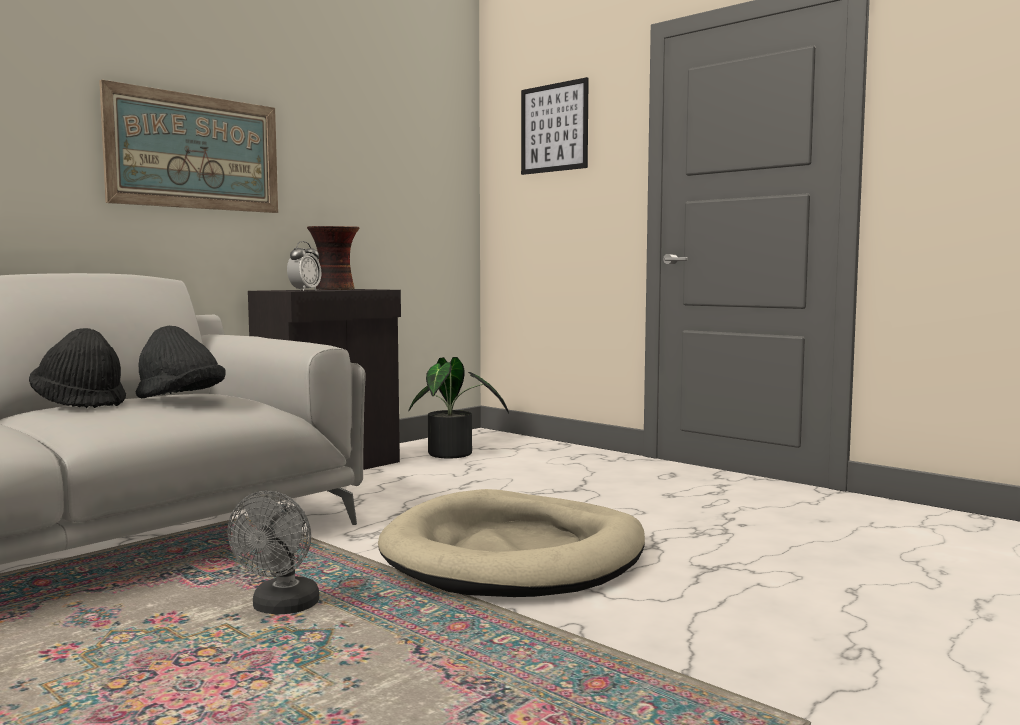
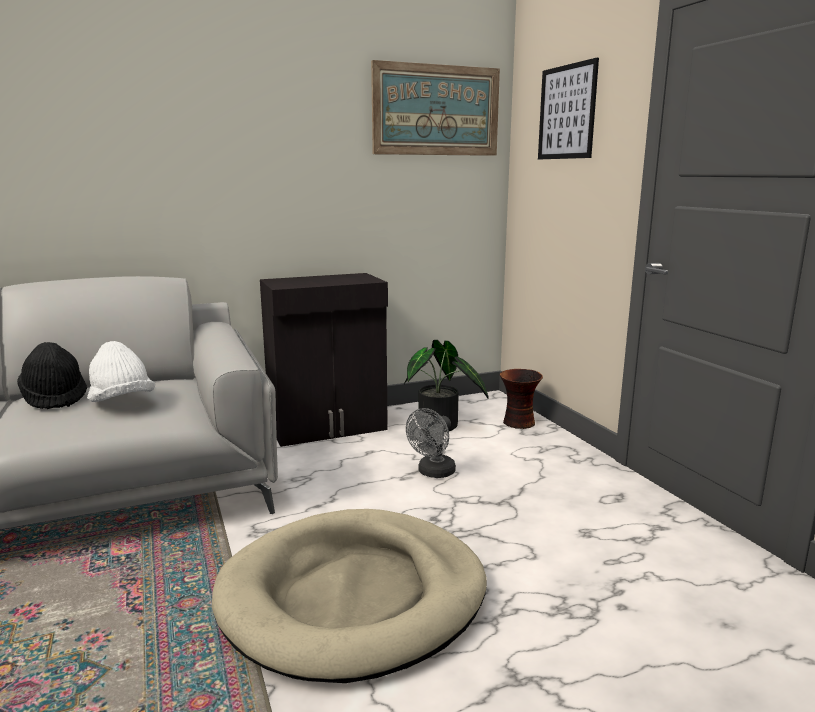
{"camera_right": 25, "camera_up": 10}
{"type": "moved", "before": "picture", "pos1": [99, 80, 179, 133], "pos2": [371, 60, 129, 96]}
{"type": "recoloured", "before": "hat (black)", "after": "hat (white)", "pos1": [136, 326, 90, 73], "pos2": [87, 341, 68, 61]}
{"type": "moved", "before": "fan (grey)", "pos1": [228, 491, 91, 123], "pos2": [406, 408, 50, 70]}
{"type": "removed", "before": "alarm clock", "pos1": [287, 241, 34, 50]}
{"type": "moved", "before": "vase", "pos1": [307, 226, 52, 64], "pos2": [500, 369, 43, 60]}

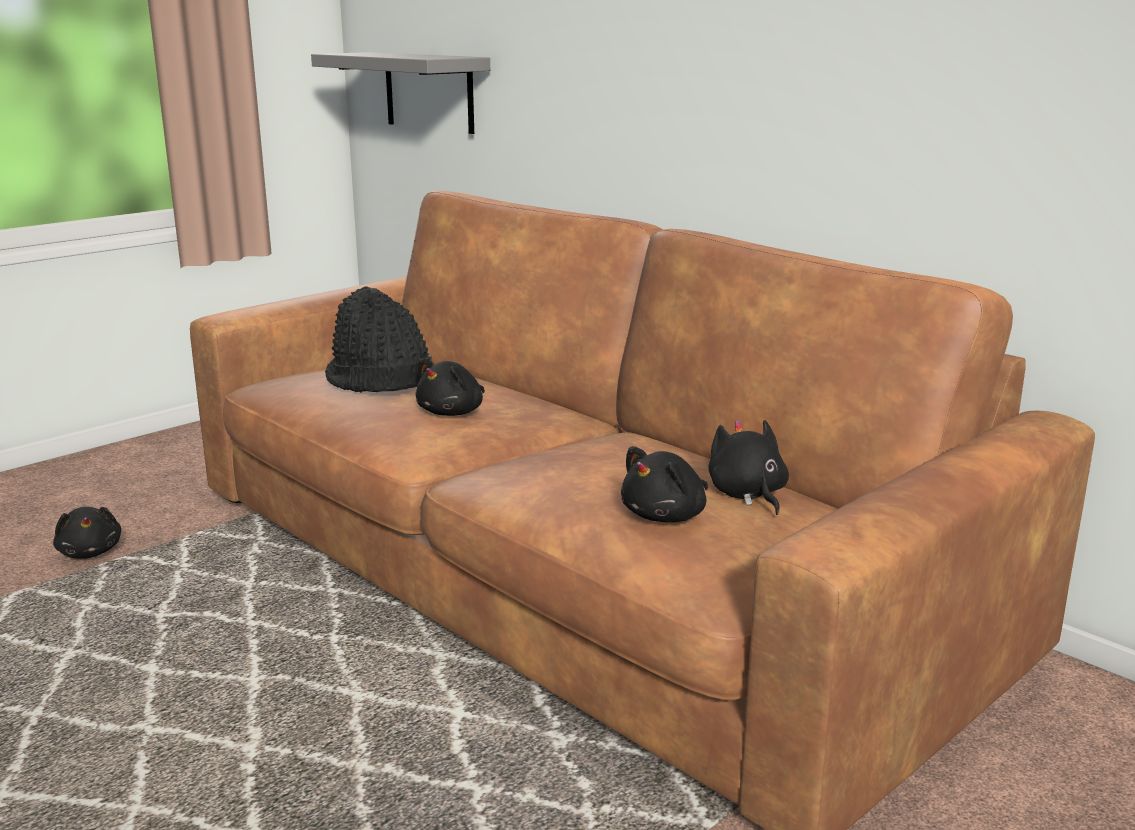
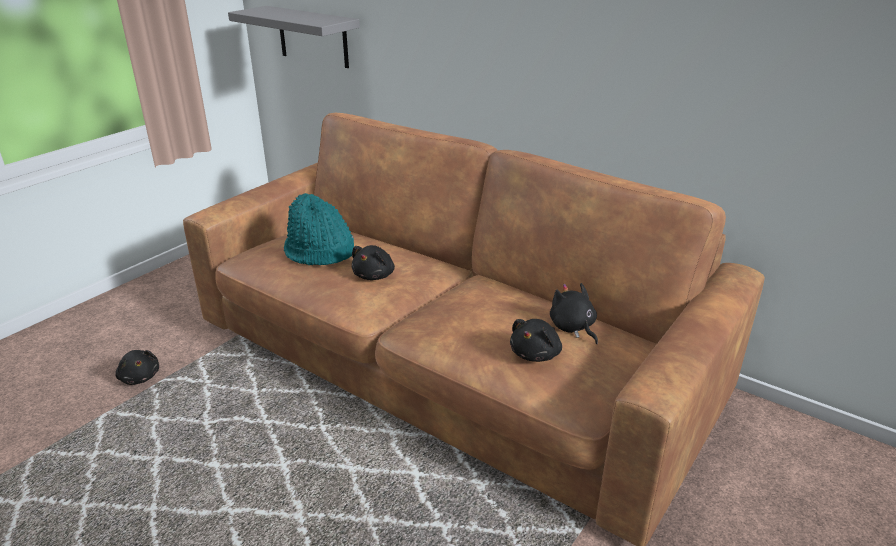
{"camera_right": -10, "camera_up": 10}
{"type": "recoloured", "before": "hat (black)", "after": "hat (turquoise)", "pos1": [325, 286, 106, 106], "pos2": [284, 193, 70, 72]}

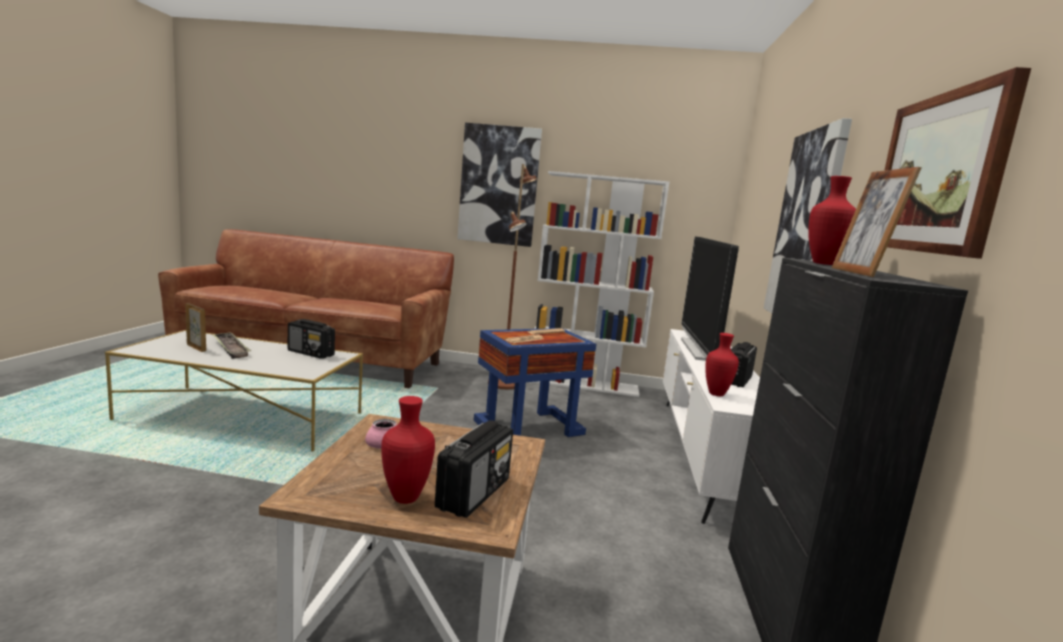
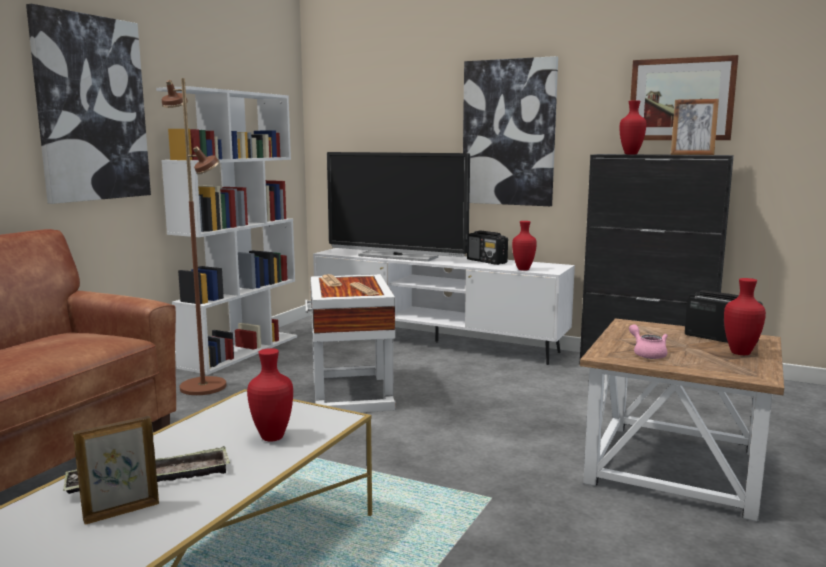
{"camera_right": -70, "camera_up": 0}
{"type": "removed", "before": "radio", "pos1": [288, 319, 47, 40]}
{"type": "recoloured", "before": "side table (blue)", "after": "side table (white)", "pos1": [474, 328, 122, 109], "pos2": [305, 274, 91, 139]}
{"type": "added", "after": "vase (red)", "pos2": [247, 348, 46, 94]}

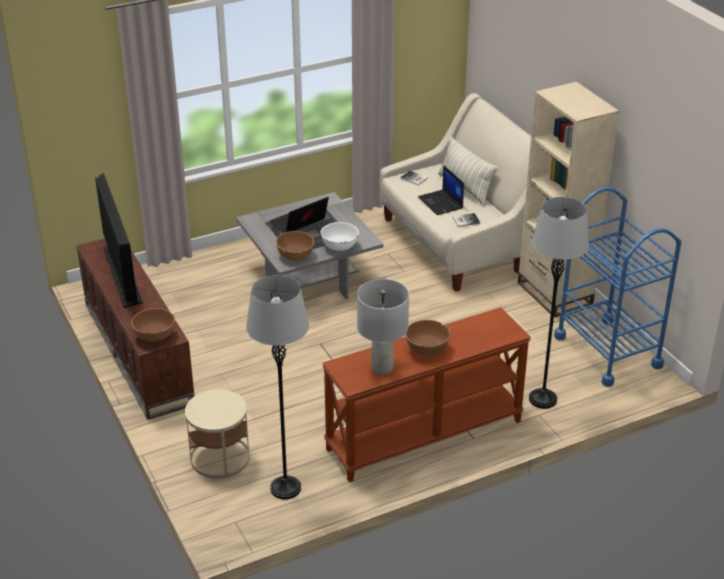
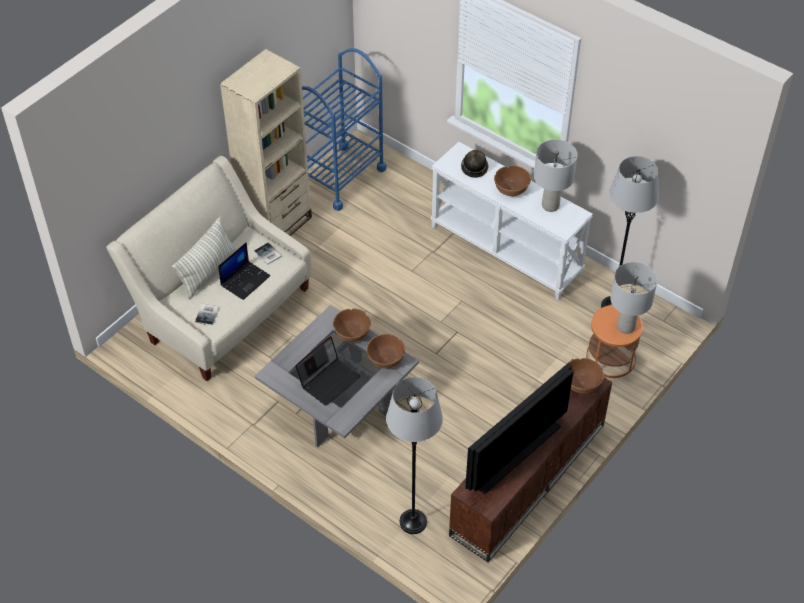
{"camera_right": -115, "camera_up": 15}
{"type": "recoloured", "before": "side table (beige)", "after": "side table (orange)", "pos1": [185, 389, 65, 90], "pos2": [586, 305, 57, 73]}
{"type": "turned", "before": "laptop", "pos1": [270, 197, 59, 36], "pos2": [295, 336, 65, 70], "turn": -75}
{"type": "recoloured", "before": "bowl (white)", "after": "bowl (brown)", "pos1": [320, 222, 39, 29], "pos2": [333, 308, 38, 34]}
{"type": "recoloured", "before": "console table (brown)", "after": "console table (white)", "pos1": [322, 307, 209, 175], "pos2": [430, 142, 163, 158]}
{"type": "moved", "before": "floor lamp (grey)", "pos1": [529, 197, 60, 212], "pos2": [386, 377, 57, 157]}
{"type": "added", "after": "hat", "pos2": [461, 150, 28, 28]}
{"type": "added", "after": "table lamp (grey)", "pos2": [610, 262, 47, 72]}

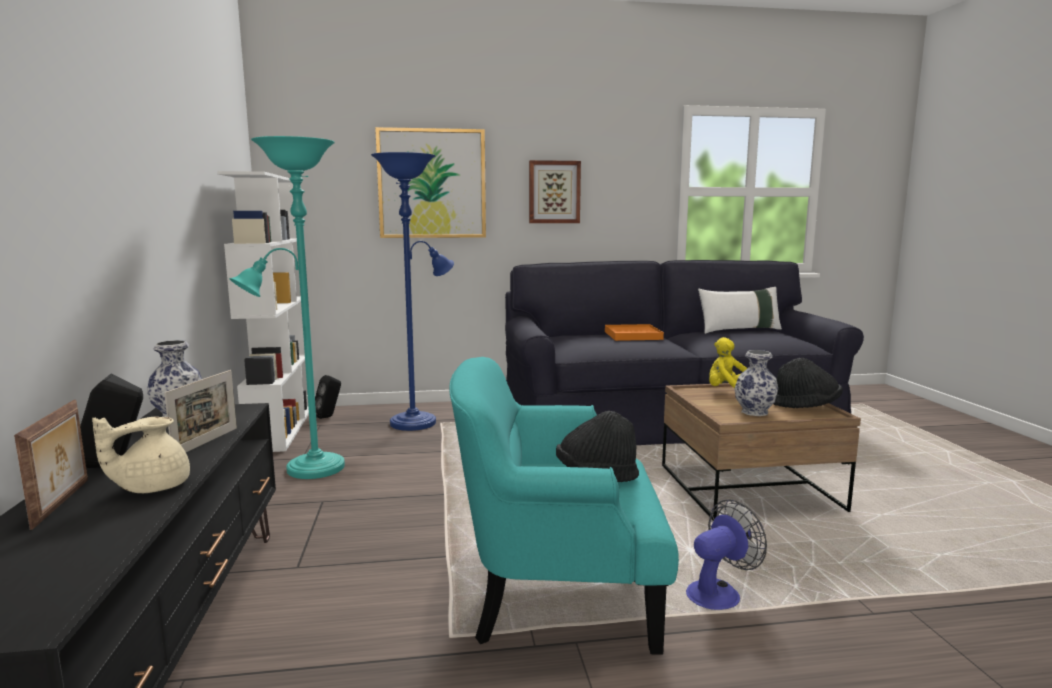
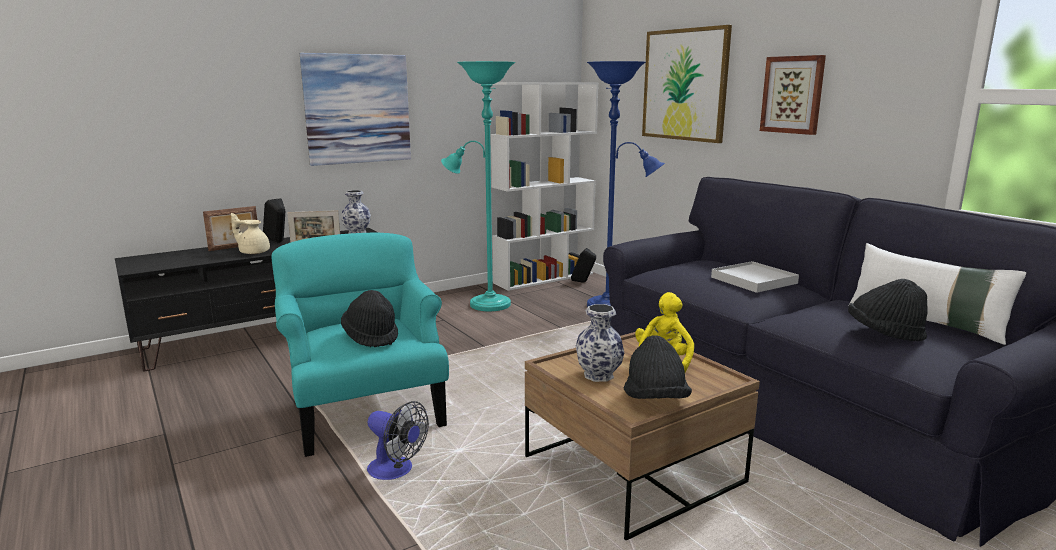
{"camera_right": 65, "camera_up": 5}
{"type": "recoloured", "before": "tray (orange)", "after": "tray (white)", "pos1": [605, 324, 59, 17], "pos2": [711, 261, 88, 32]}
{"type": "added", "after": "picture", "pos2": [300, 53, 111, 113]}
{"type": "added", "after": "hat (black)", "pos2": [848, 279, 80, 62]}

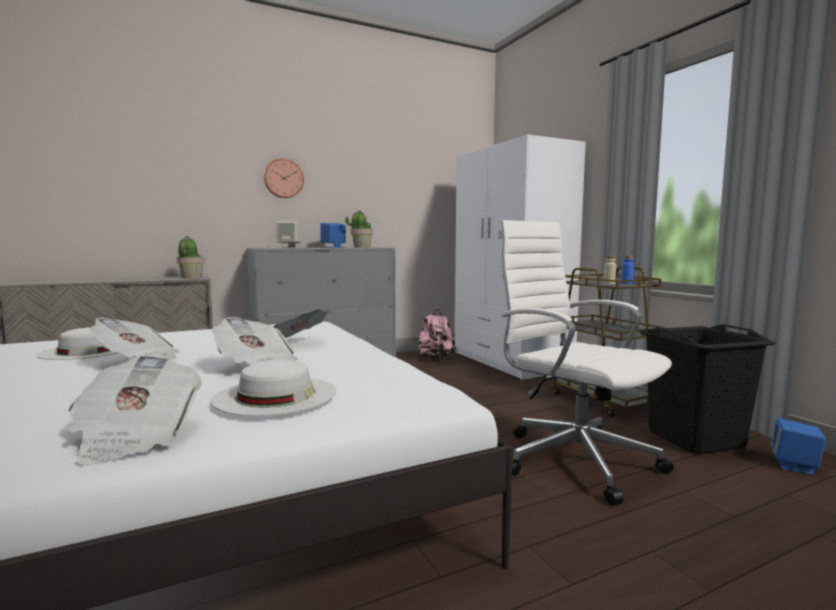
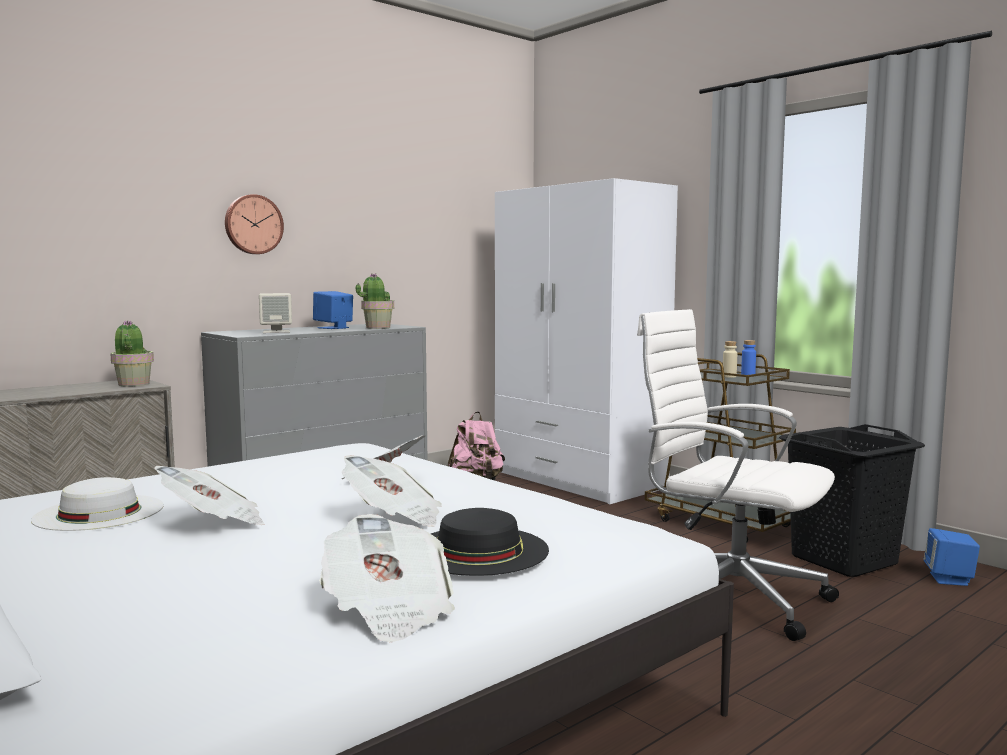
{"camera_right": -15, "camera_up": 0}
{"type": "recoloured", "before": "hat (white)", "after": "hat (black)", "pos1": [211, 360, 125, 56], "pos2": [431, 508, 118, 68]}

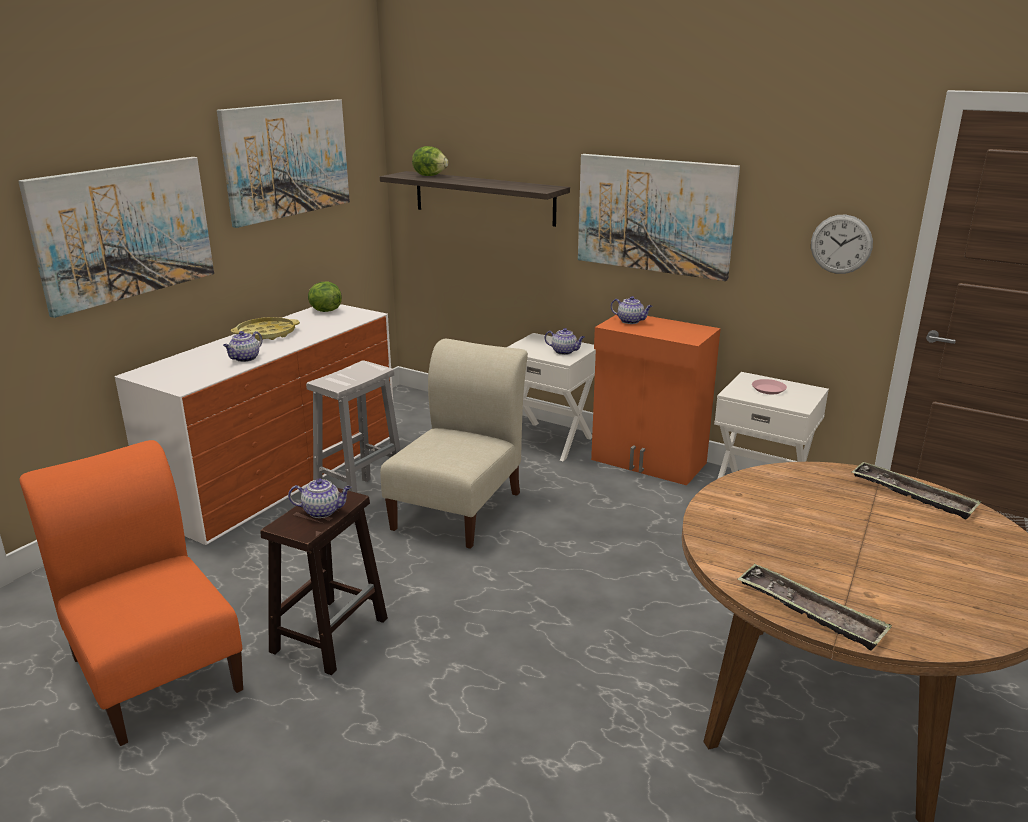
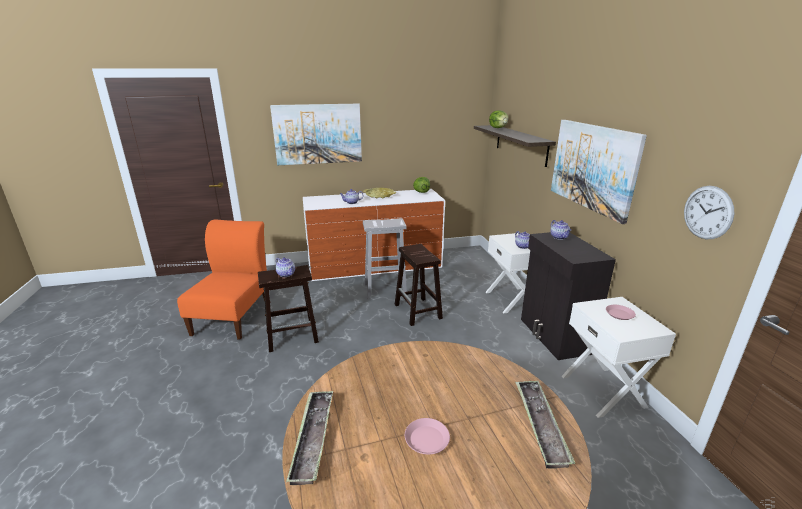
{"camera_right": 45, "camera_up": 0}
{"type": "removed", "before": "picture", "pos1": [217, 99, 133, 129]}
{"type": "replaced", "before": "chair (beige)", "after": "stool (brown)", "pos1": [380, 339, 148, 210], "pos2": [395, 244, 48, 82]}
{"type": "recoloured", "before": "cabinet (orange)", "after": "cabinet (black)", "pos1": [591, 315, 130, 170], "pos2": [521, 232, 95, 128]}
{"type": "added", "after": "plate (pink)", "pos2": [405, 418, 45, 36]}

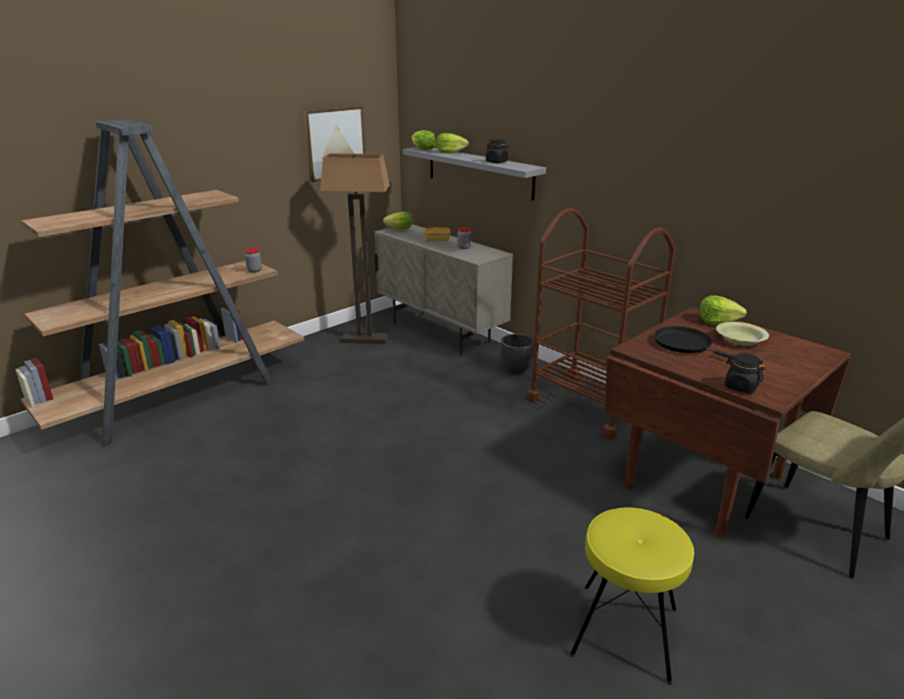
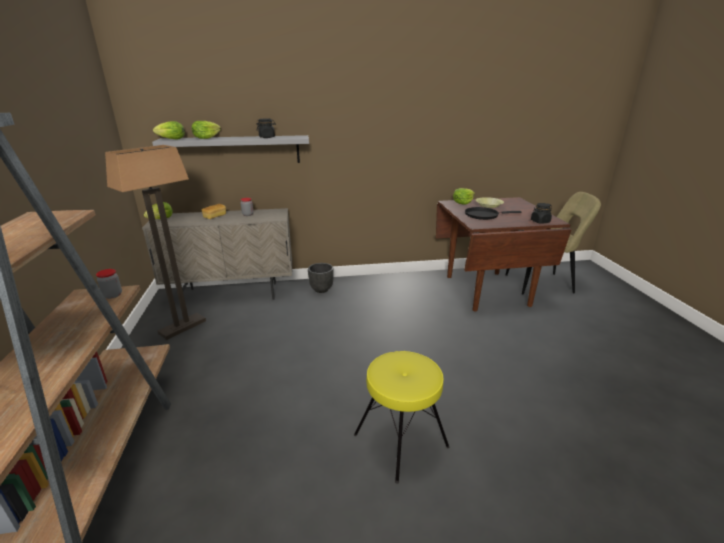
{"camera_right": -55, "camera_up": 0}
{"type": "removed", "before": "picture", "pos1": [303, 106, 62, 76]}
{"type": "removed", "before": "cart (brown)", "pos1": [527, 208, 149, 232]}
{"type": "moved", "before": "stool (yellow)", "pos1": [570, 507, 124, 178], "pos2": [354, 351, 96, 133]}

